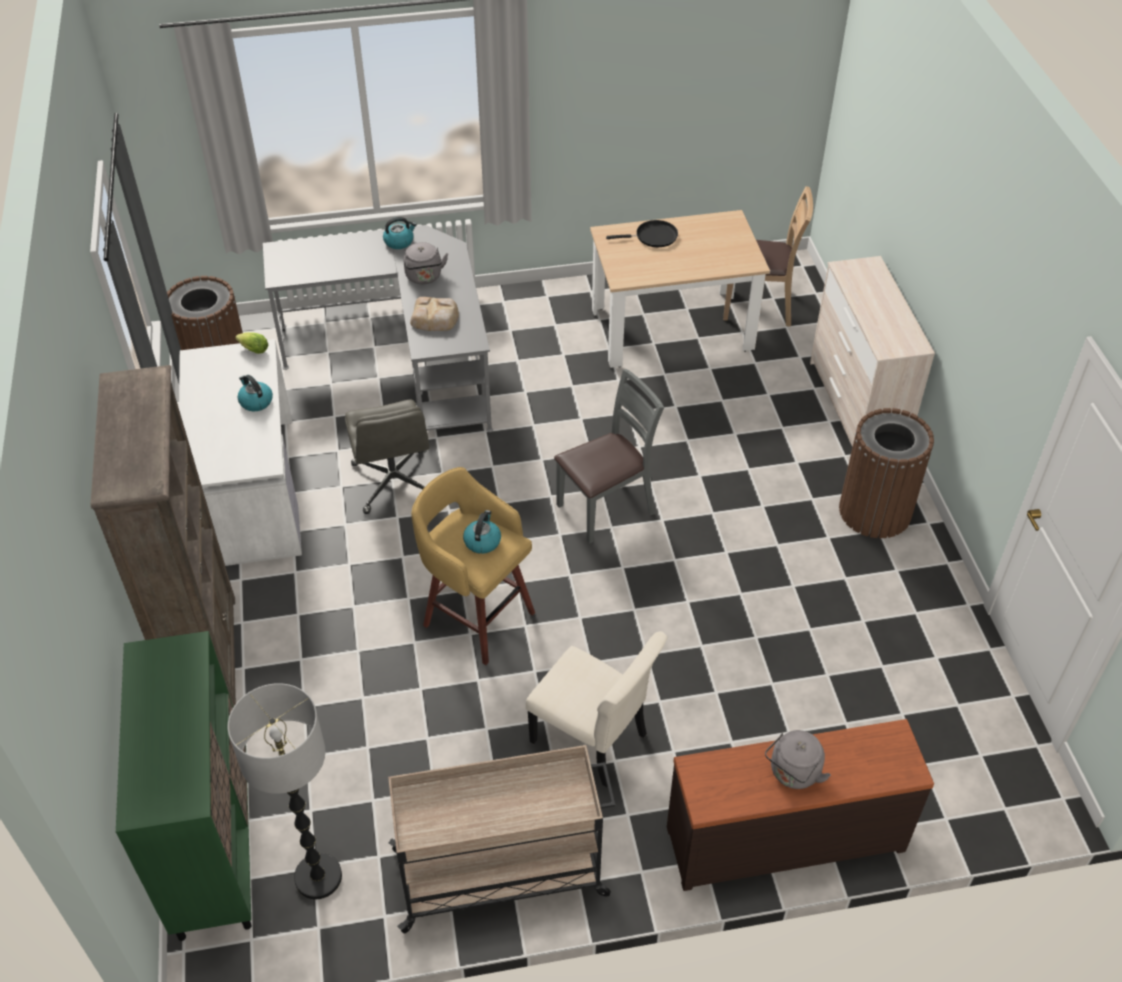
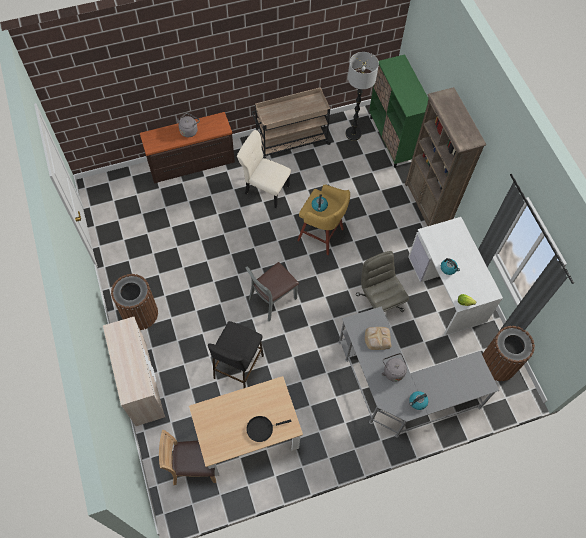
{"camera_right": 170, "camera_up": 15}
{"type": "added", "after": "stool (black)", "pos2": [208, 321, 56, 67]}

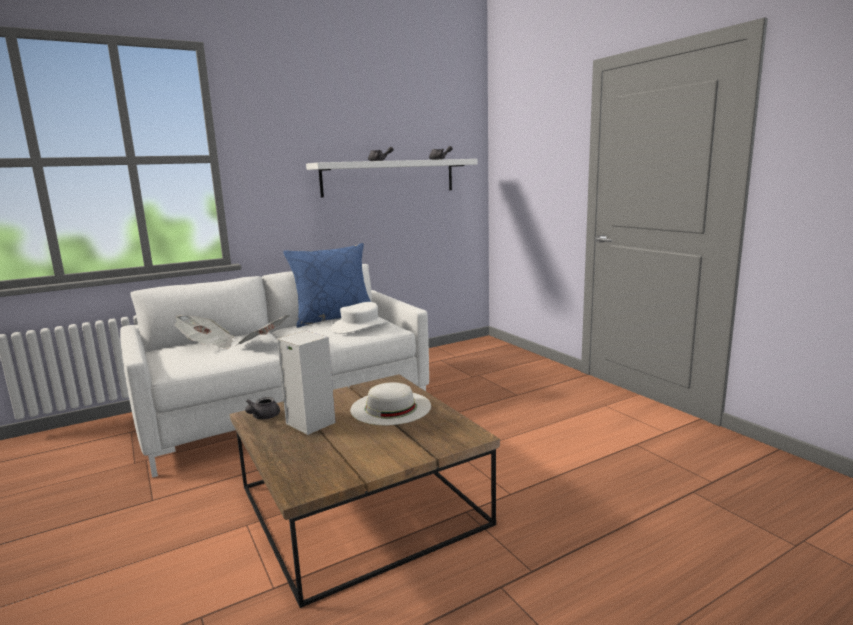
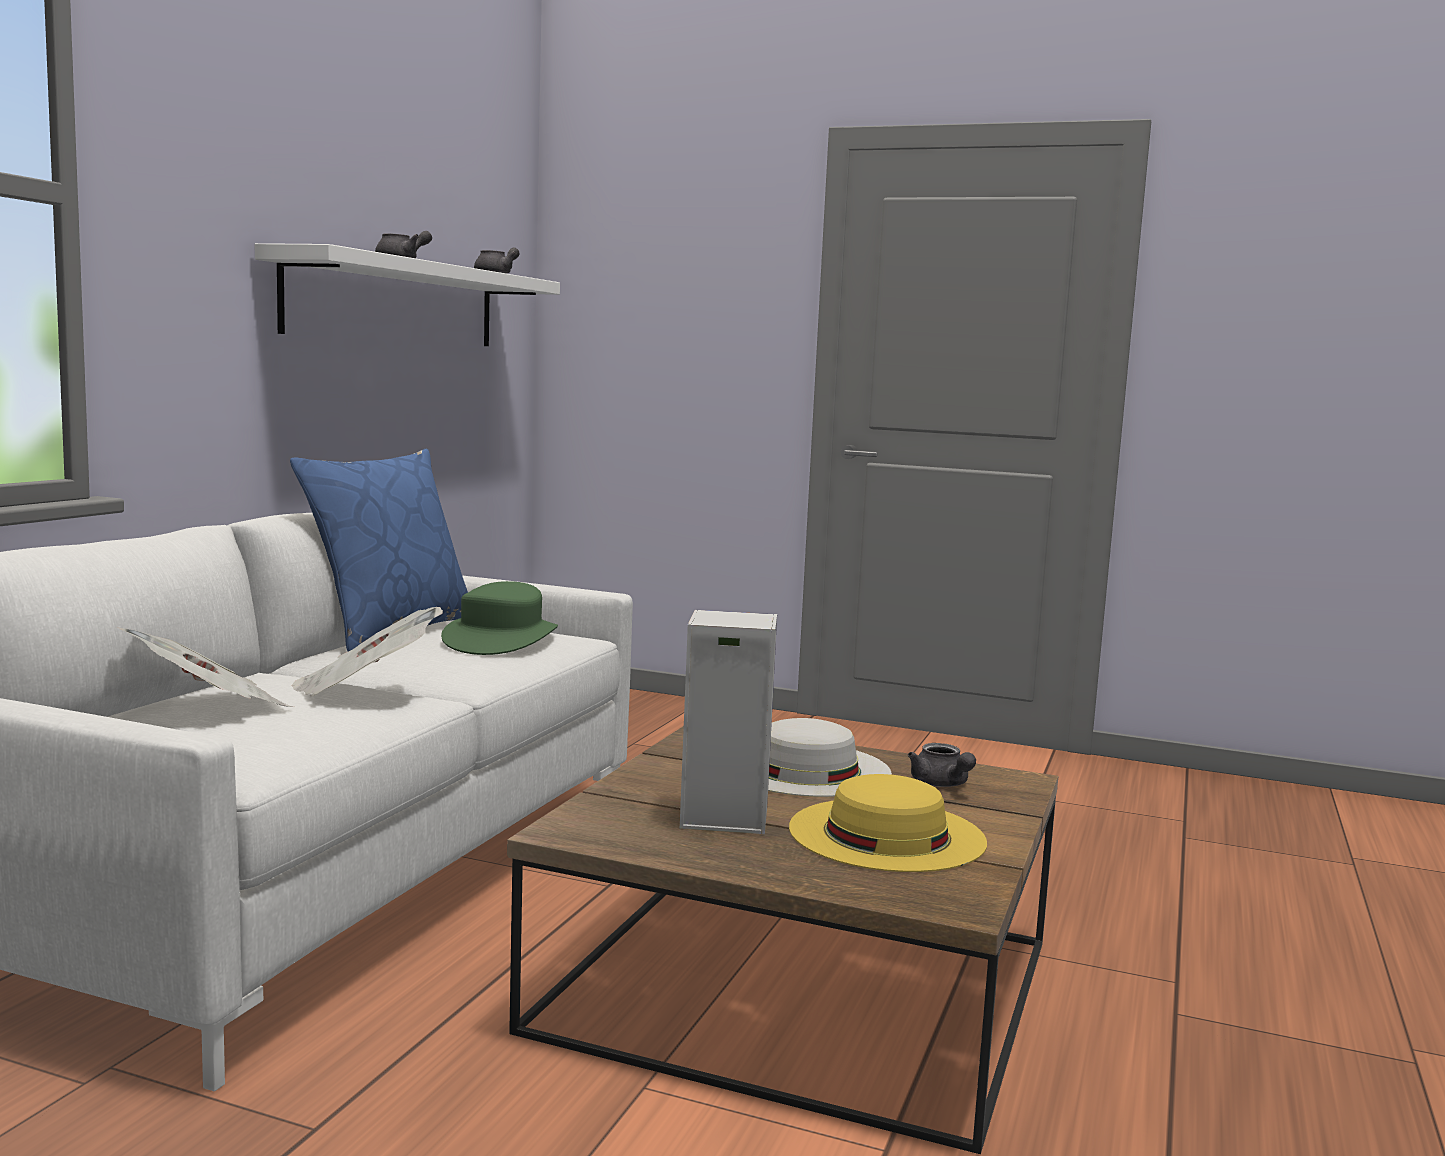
{"camera_right": -40, "camera_up": -5}
{"type": "moved", "before": "teapot (grey)", "pos1": [245, 397, 35, 22], "pos2": [908, 743, 68, 44]}
{"type": "recoloured", "before": "hat (white)", "after": "hat (green)", "pos1": [331, 302, 58, 32], "pos2": [441, 581, 117, 74]}
{"type": "added", "after": "hat (yellow)", "pos2": [789, 774, 198, 98]}

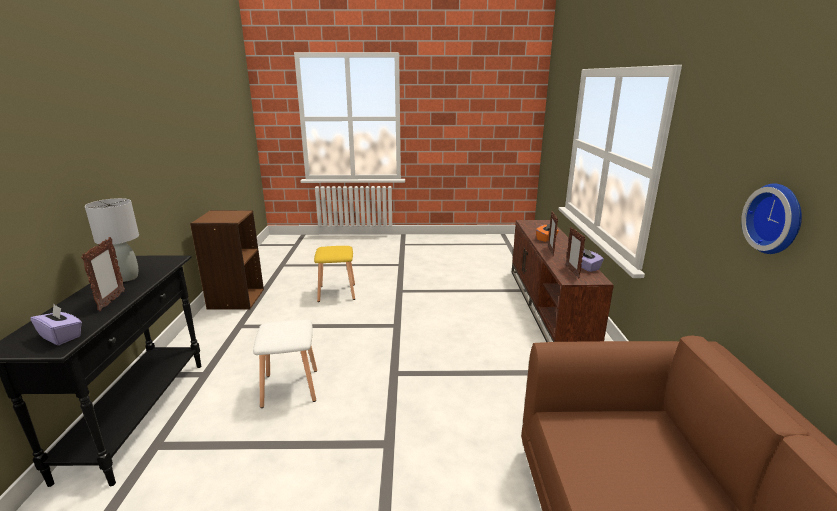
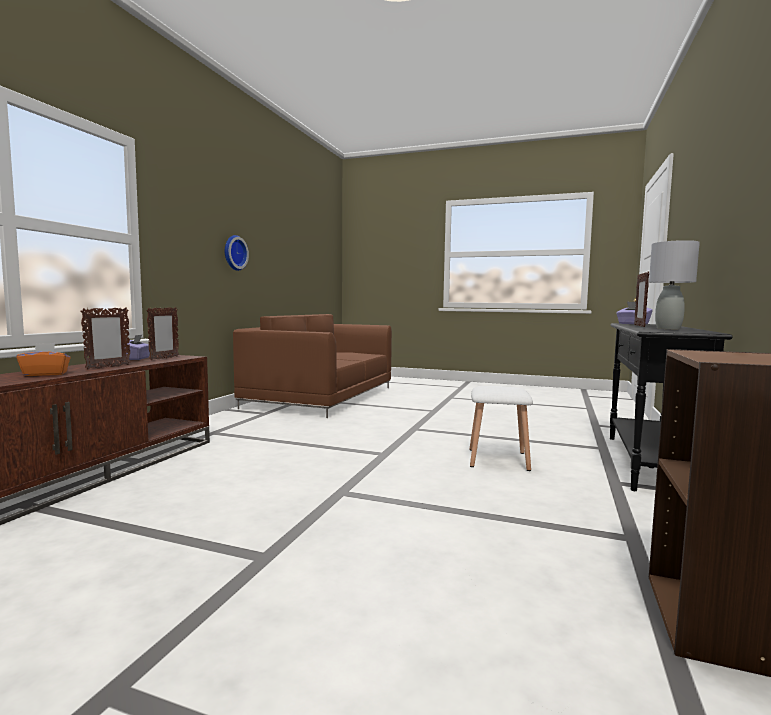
{"camera_right": -160, "camera_up": -15}
{"type": "removed", "before": "stool (yellow)", "pos1": [314, 246, 41, 56]}

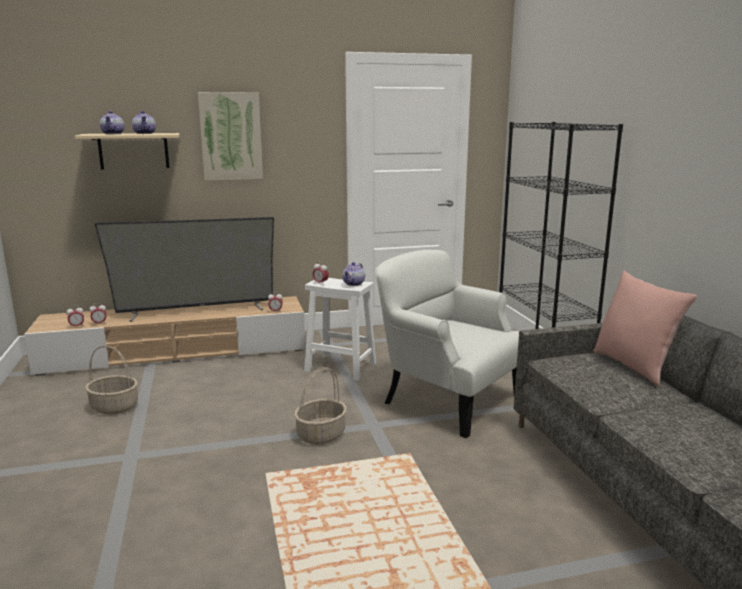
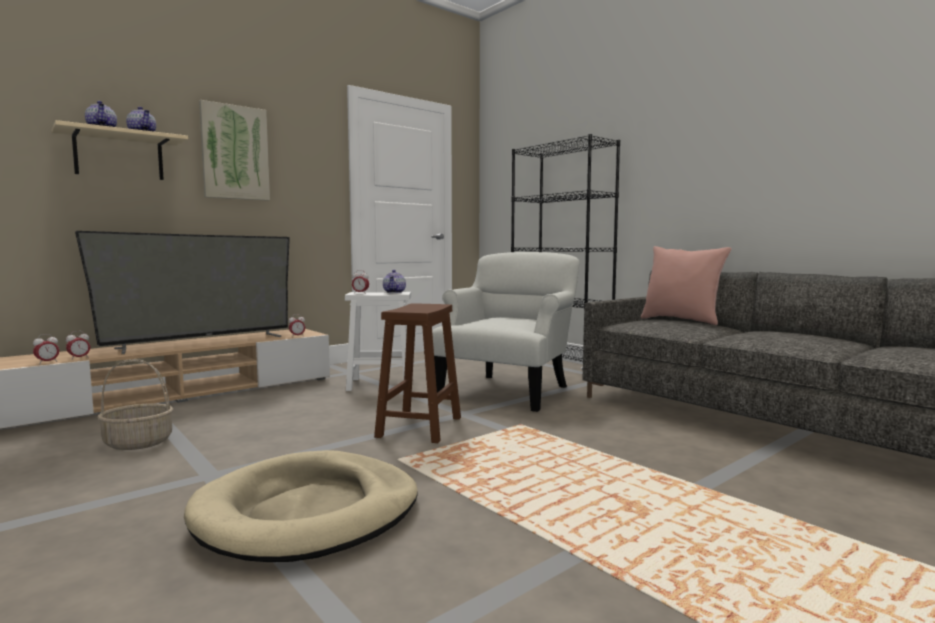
{"camera_right": -25, "camera_up": -10}
{"type": "replaced", "before": "basket", "after": "stool (brown)", "pos1": [294, 367, 53, 78], "pos2": [374, 303, 87, 140]}
{"type": "turned", "before": "armchair (white)", "pos1": [375, 250, 144, 188], "pos2": [432, 252, 148, 160], "turn": 105}
{"type": "added", "after": "dog bed (beige)", "pos2": [184, 450, 233, 112]}

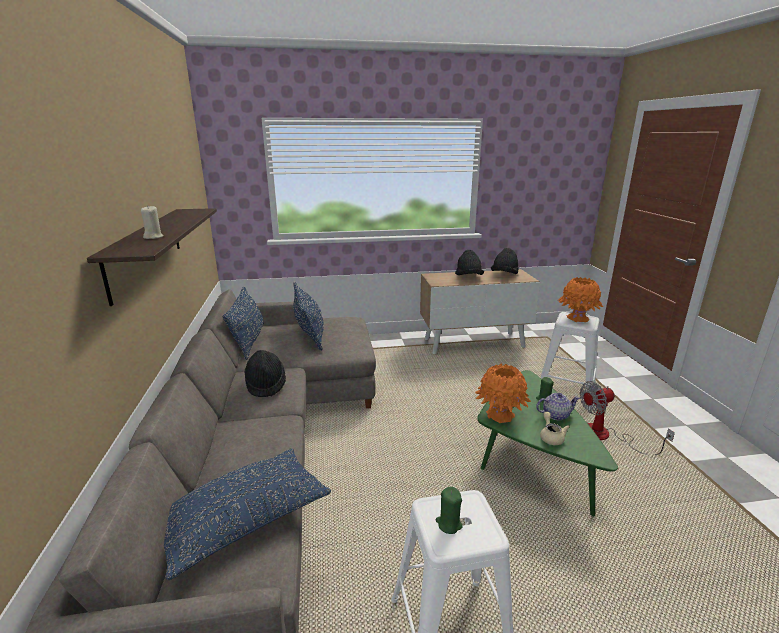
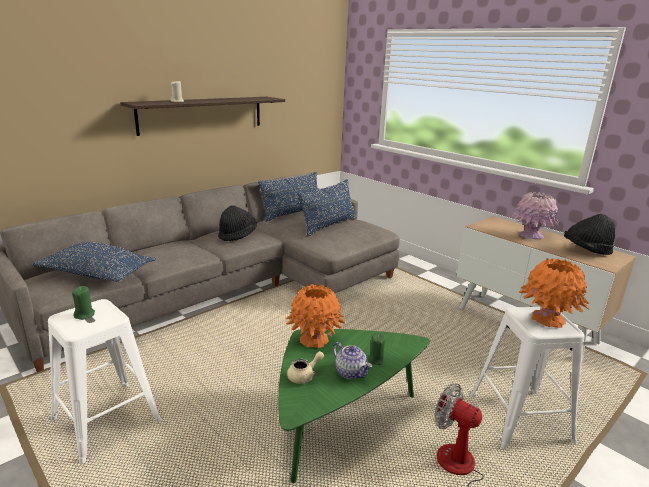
{"camera_right": 55, "camera_up": 0}
{"type": "replaced", "before": "hat (black)", "after": "vase (pink)", "pos1": [455, 250, 29, 25], "pos2": [512, 192, 47, 47]}

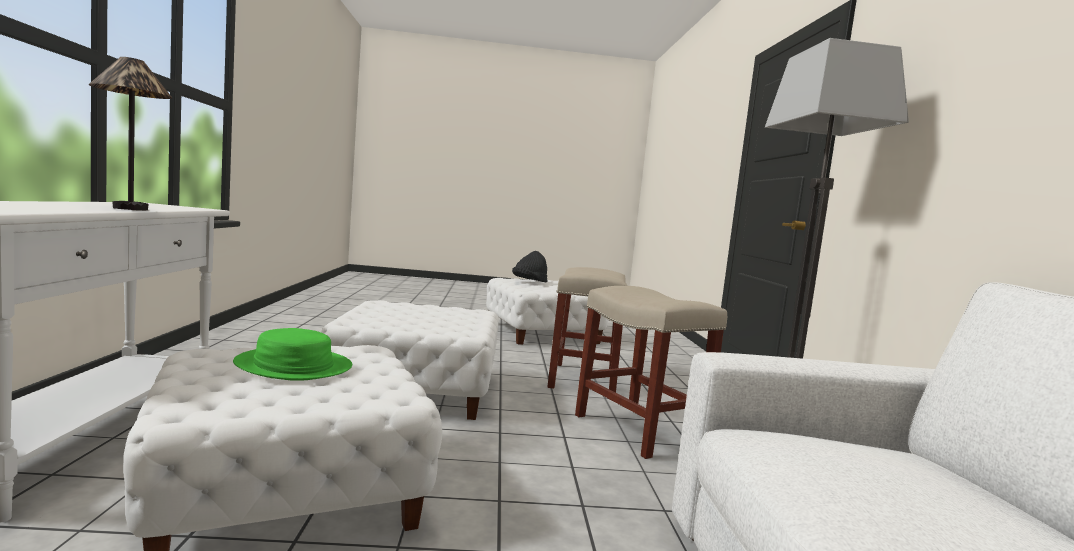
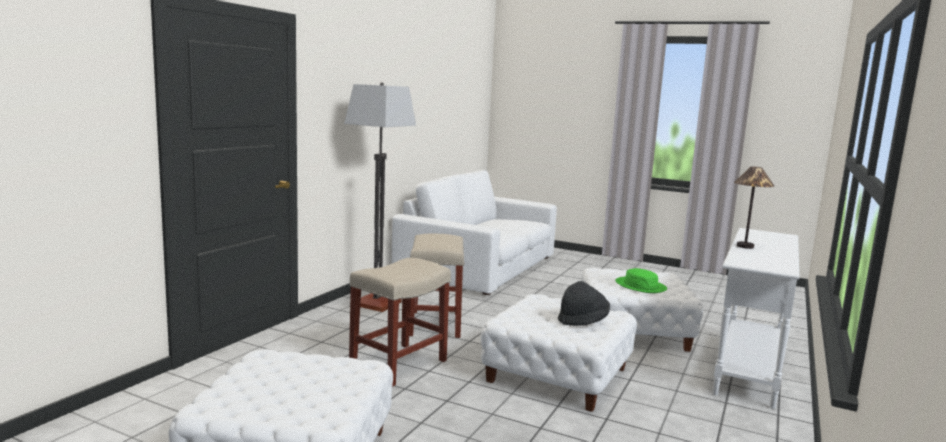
{"camera_right": -150, "camera_up": 5}
{"type": "moved", "before": "hat (black)", "pos1": [512, 251, 36, 32], "pos2": [558, 281, 52, 45]}

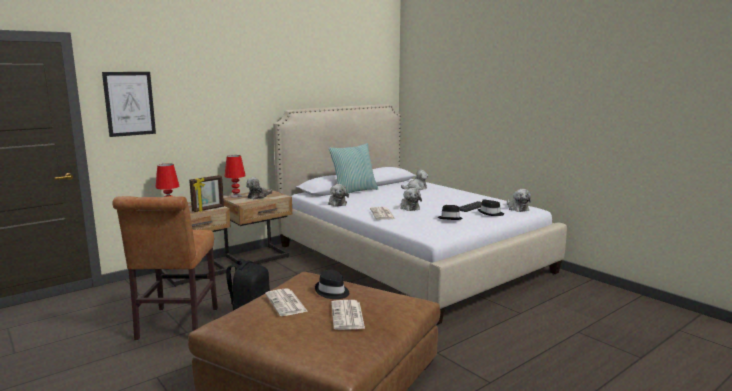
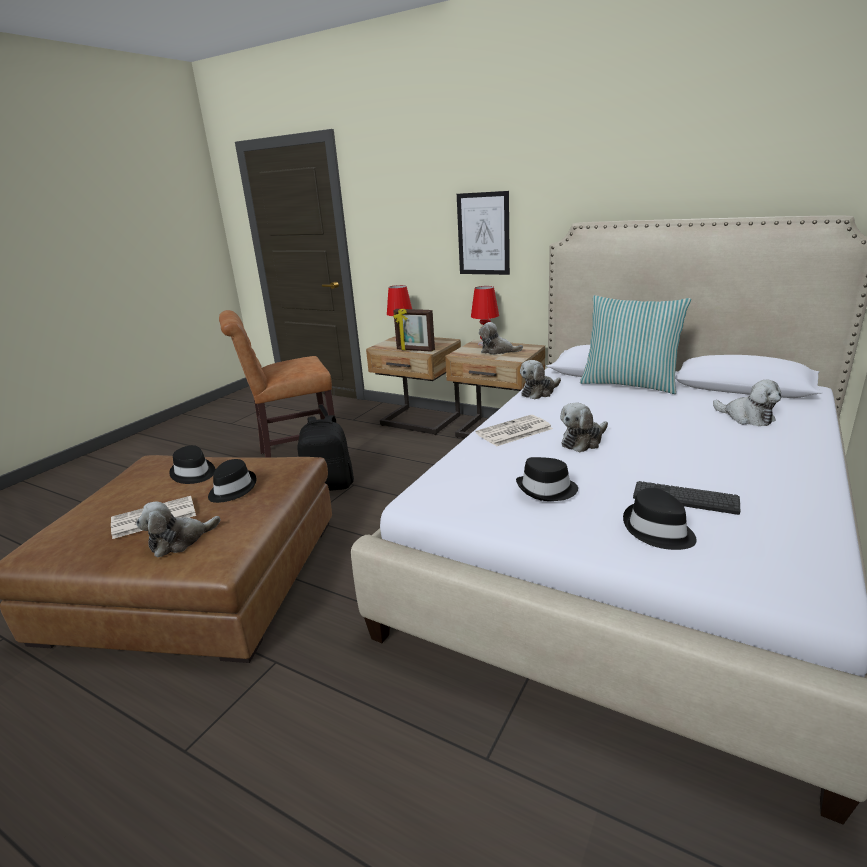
{"camera_right": 70, "camera_up": 10}
{"type": "moved", "before": "picture", "pos1": [102, 72, 54, 65], "pos2": [457, 191, 53, 84]}
{"type": "replaced", "before": "newspaper", "after": "hat (black)", "pos1": [265, 288, 42, 28], "pos2": [169, 445, 47, 39]}
{"type": "moved", "before": "plush toy", "pos1": [507, 189, 24, 23], "pos2": [136, 502, 84, 56]}

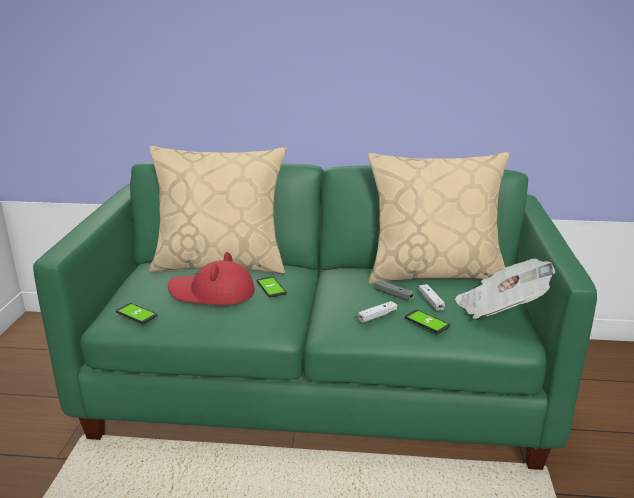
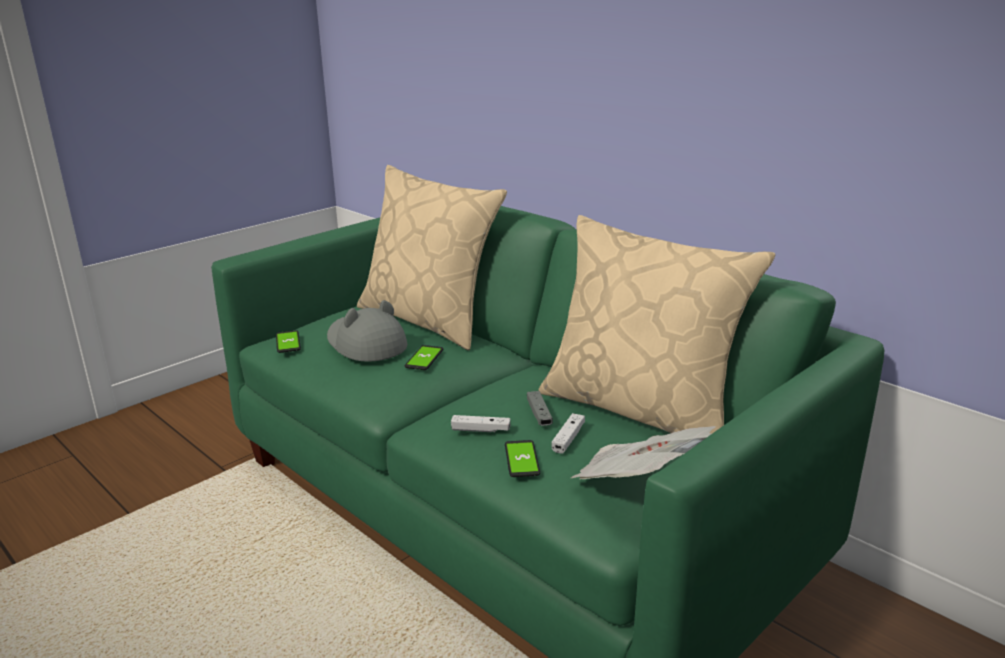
{"camera_right": 40, "camera_up": 0}
{"type": "recoloured", "before": "hat (red)", "after": "hat (grey)", "pos1": [168, 252, 87, 53], "pos2": [327, 300, 80, 62]}

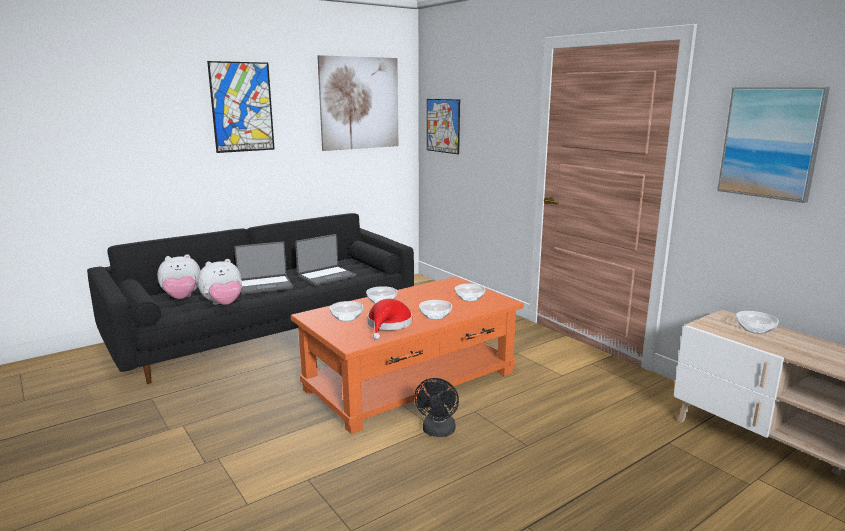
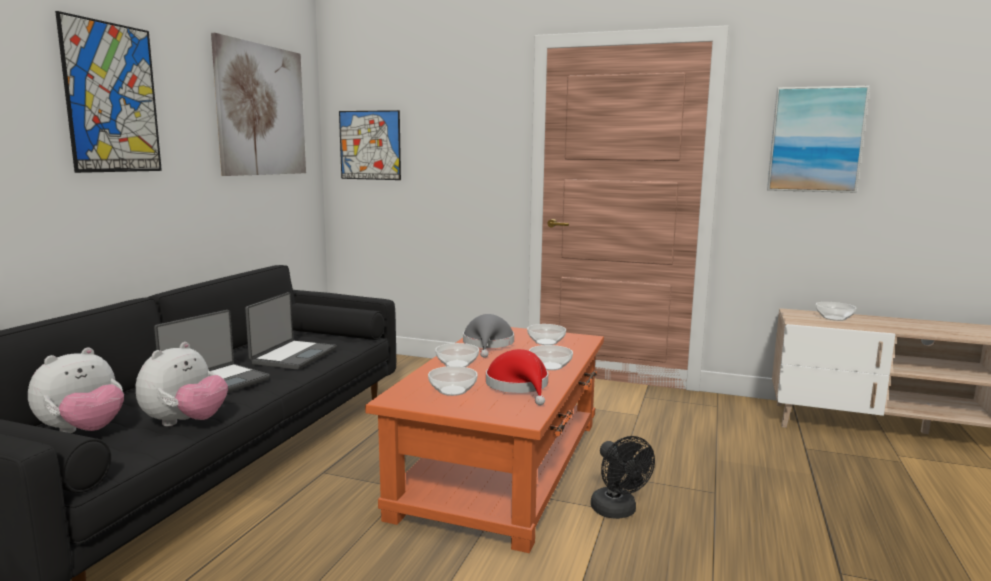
{"camera_right": -35, "camera_up": -5}
{"type": "added", "after": "hat (grey)", "pos2": [463, 314, 51, 44]}

